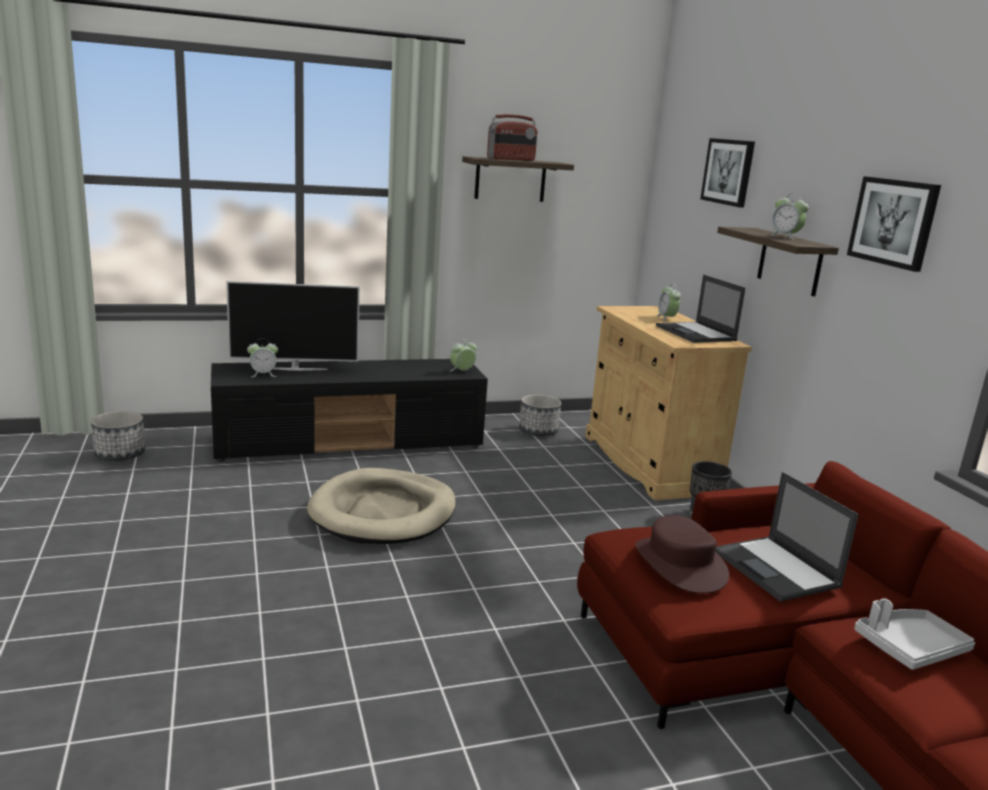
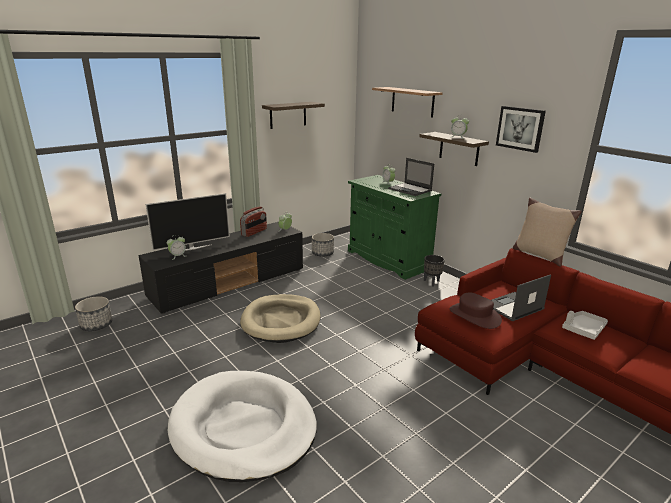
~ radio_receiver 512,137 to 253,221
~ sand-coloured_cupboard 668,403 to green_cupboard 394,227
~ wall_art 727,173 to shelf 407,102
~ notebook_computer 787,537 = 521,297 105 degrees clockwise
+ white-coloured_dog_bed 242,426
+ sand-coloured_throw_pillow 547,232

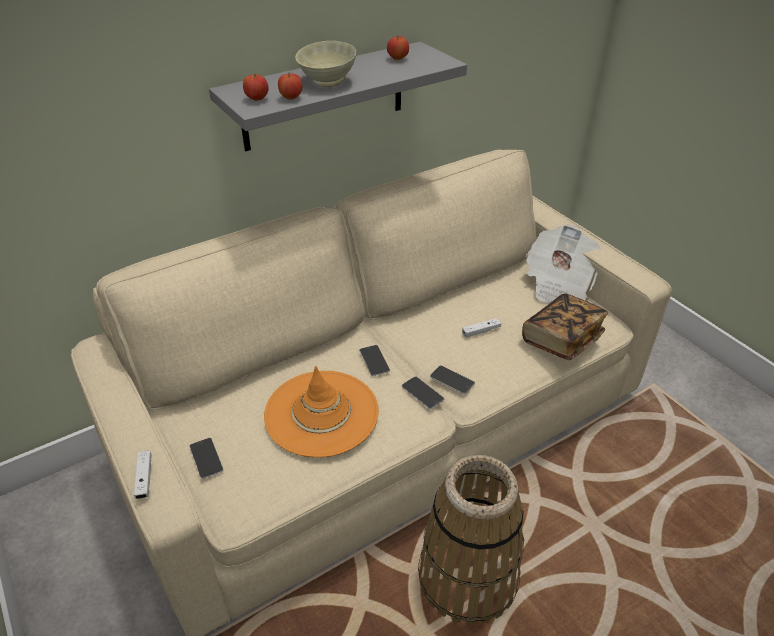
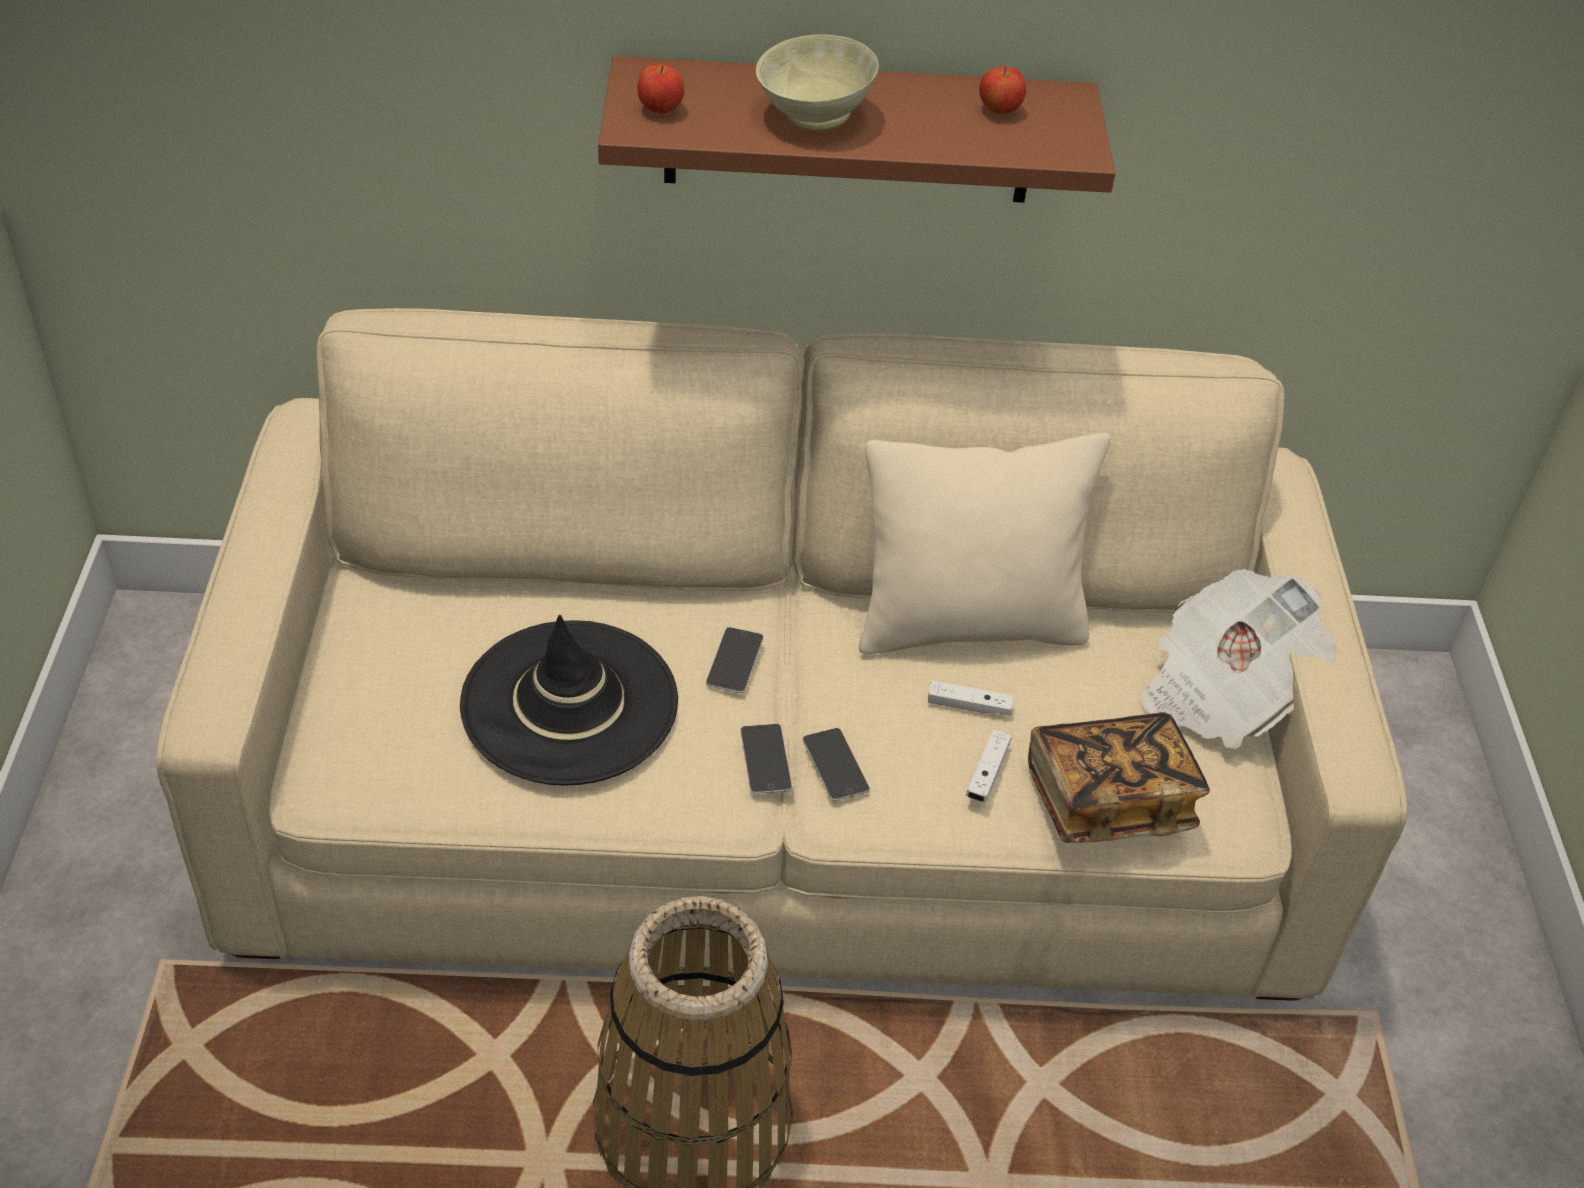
~ white-coloured_game_controller 143,475 to 989,765
- phone 206,458
~ greyish_shelf 338,96 to brown-coloured_shelf 857,129
~ orange-coloured_clothing_hat 321,411 to black-coloured_clothing_hat 569,700
- apple 290,86
+ sand-coloured_throw_pillow 985,543

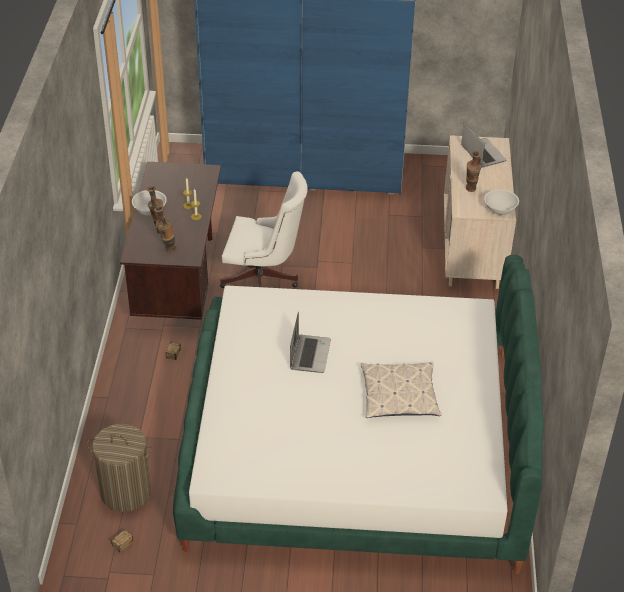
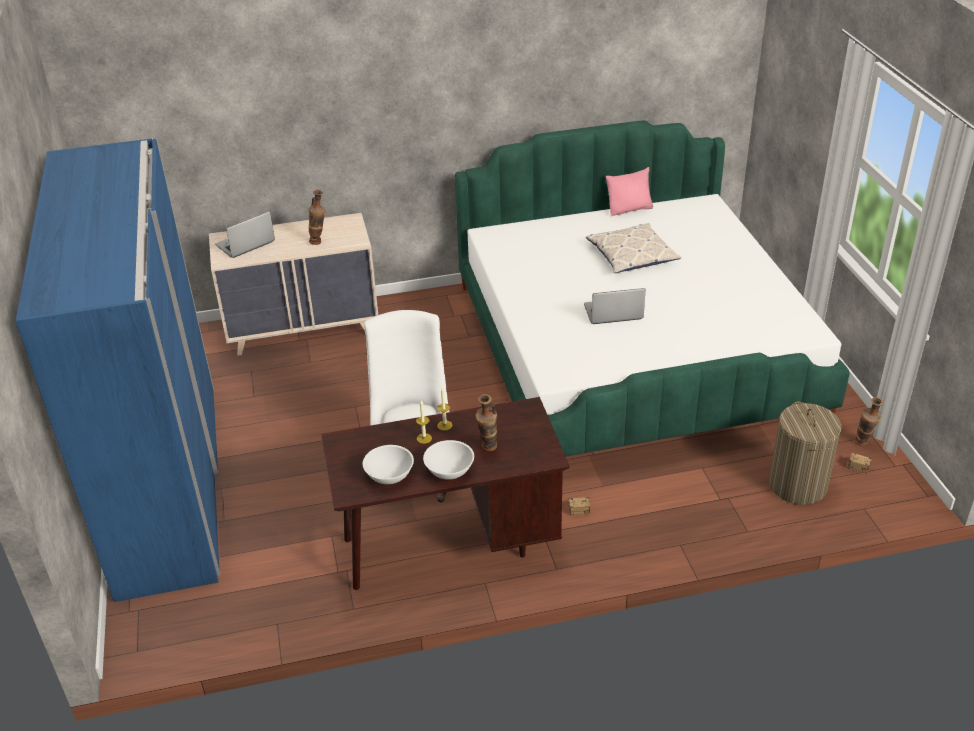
~ vase 165,229 to 868,421
~ white-coloured_bowl 501,202 to 388,464
+ pink-coloured_throw_pillow 629,191

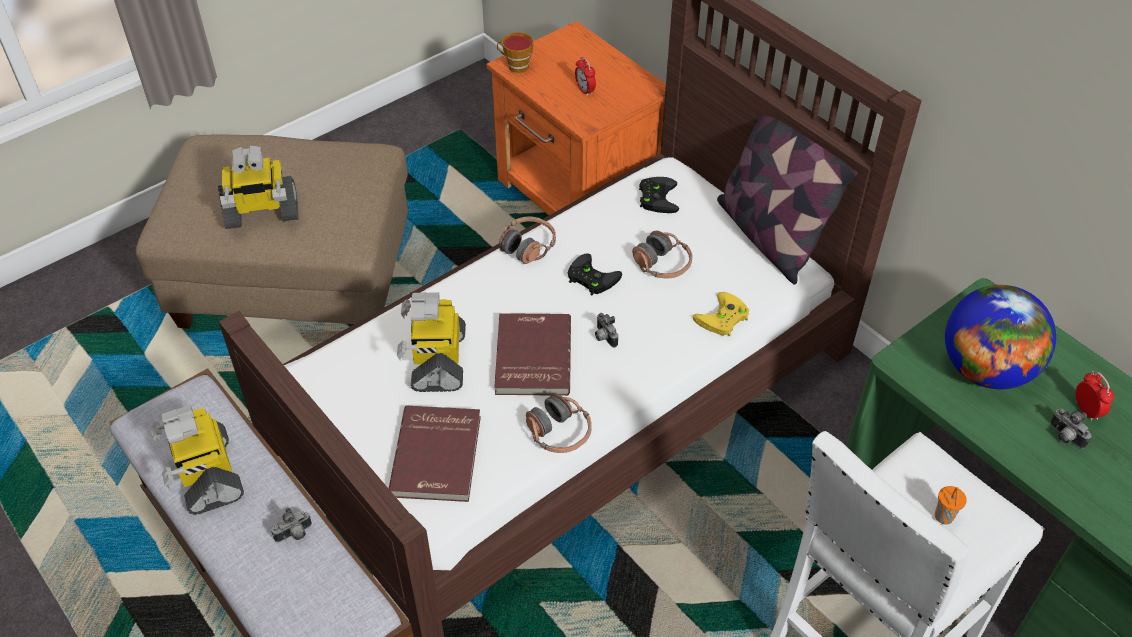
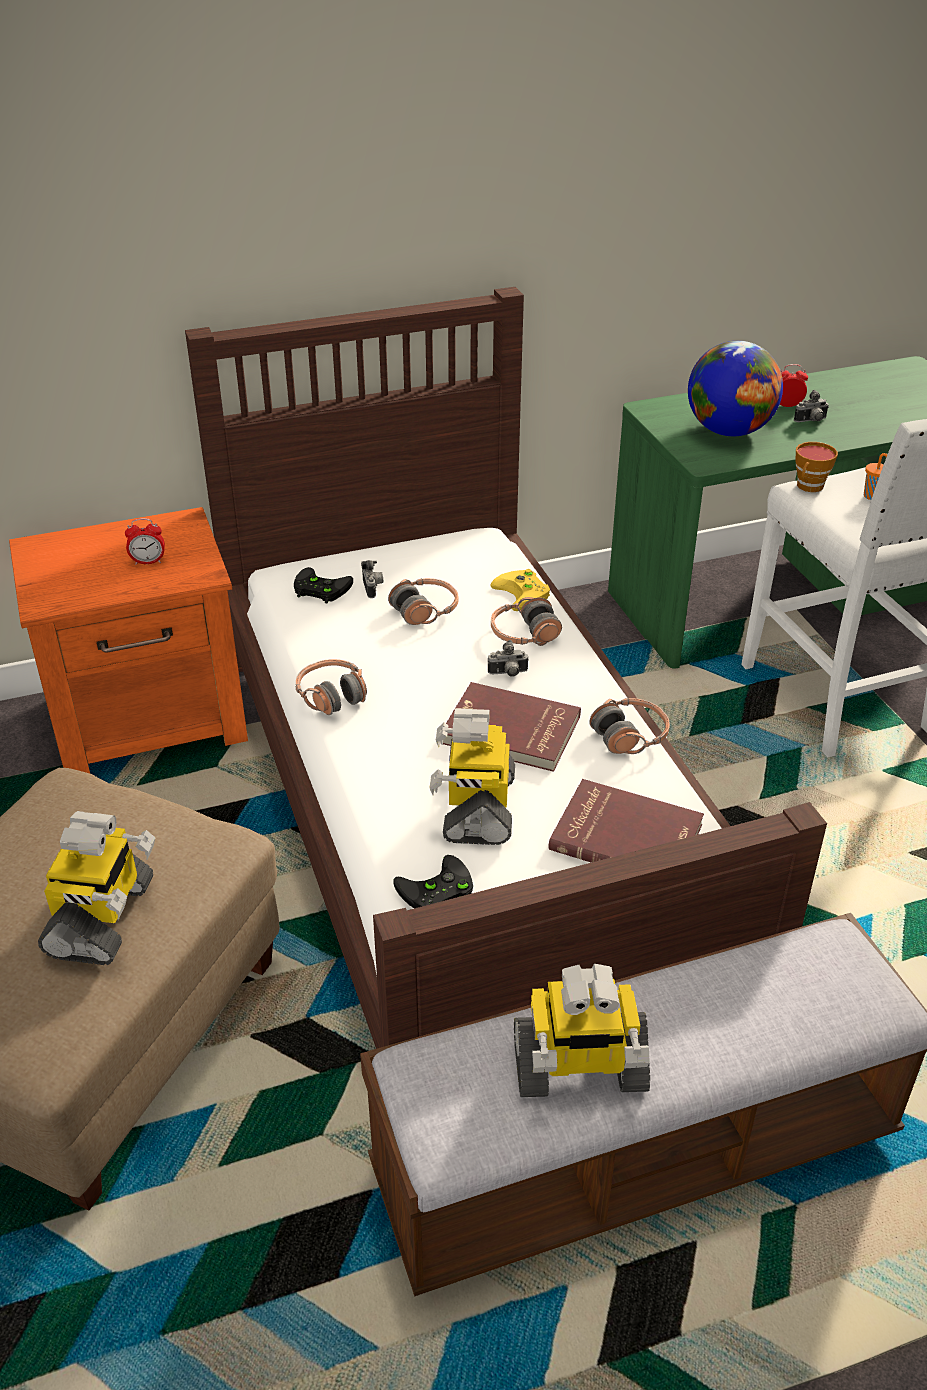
~ still_camera 291,525 to 372,579
~ model_robot 431,342 = 472,776 75 degrees clockwise
~ drinking_cup 515,52 to 817,467
~ black-coloured_game_controller 595,274 to 433,881
- throw_pillow 787,200
+ headphones 526,621

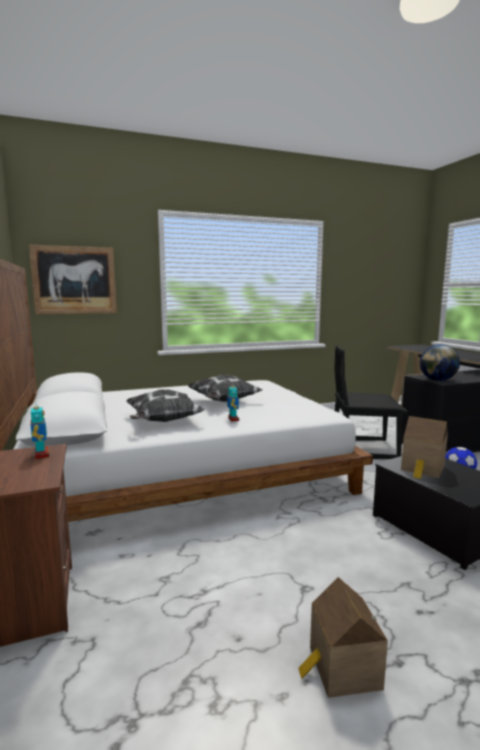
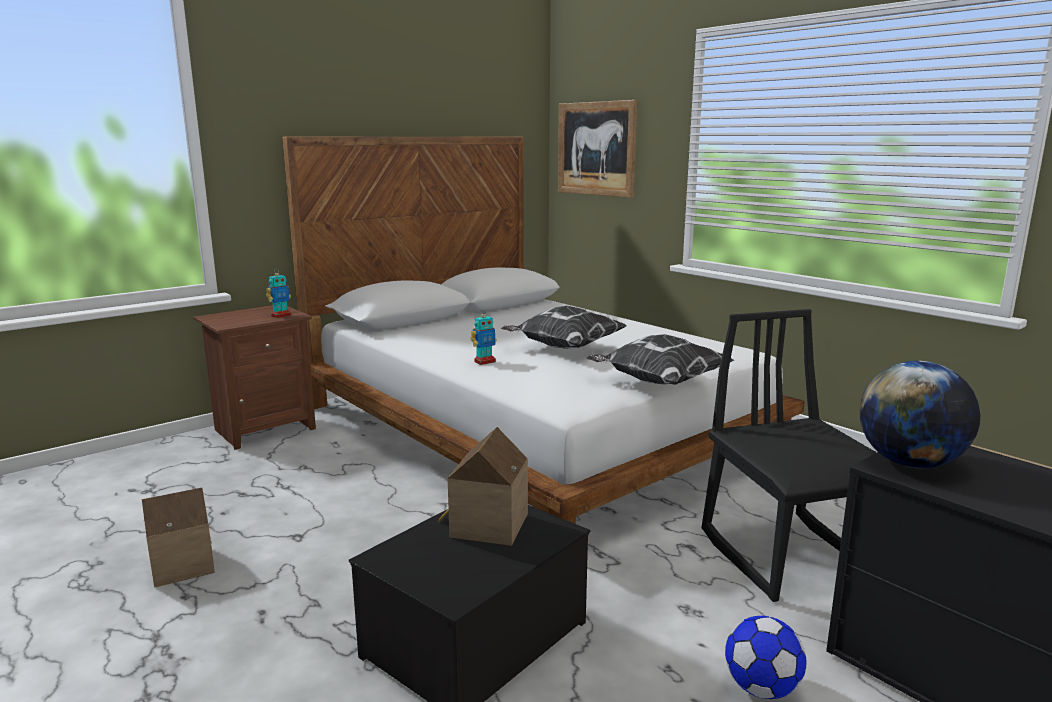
~ throw_pillow 165,405 to 660,359

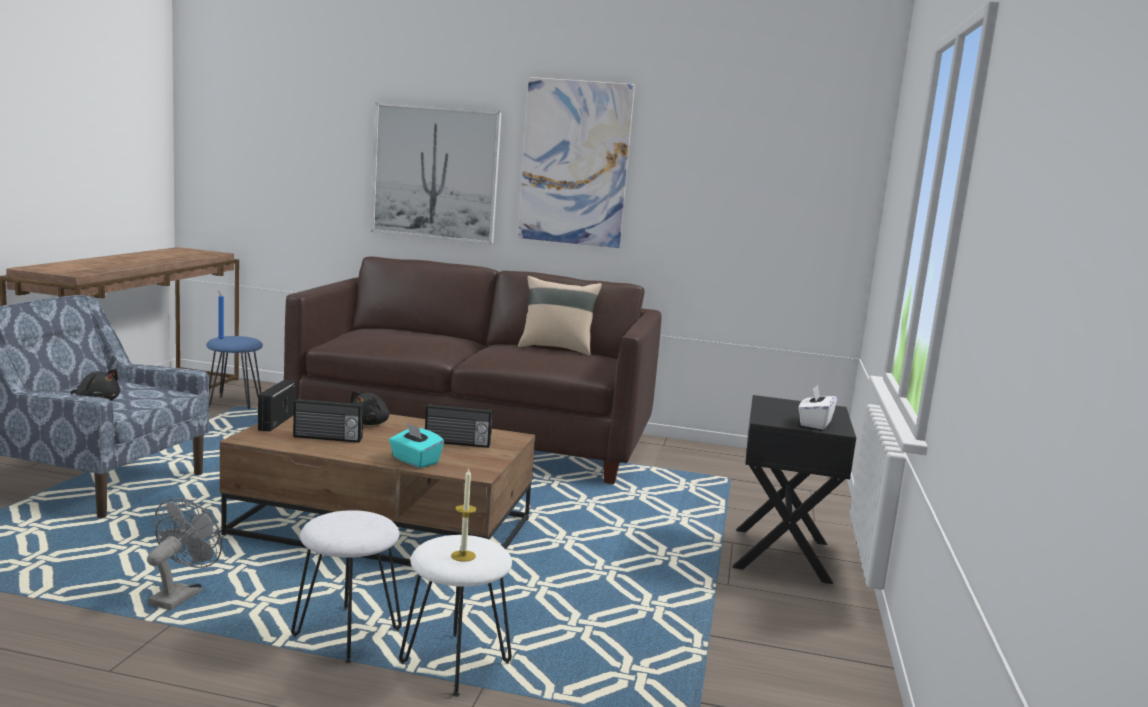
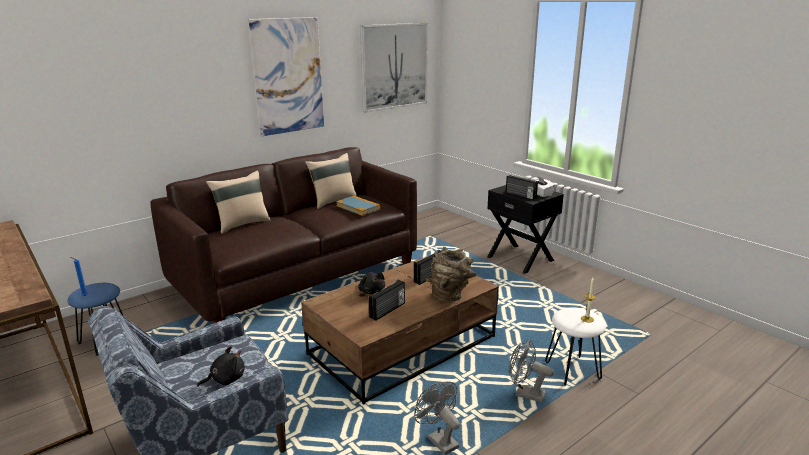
~ radio_receiver 276,405 to 522,187
~ white-coloured_sitting_stool 346,586 to greyish_electric_fan 531,370
~ wall_art 436,173 to 394,68
~ turquoise-coloured_box_of_tissues 416,445 to brown-coloured_vase 451,274
+ sand-coloured_throw_pillow 238,202
+ book 358,206

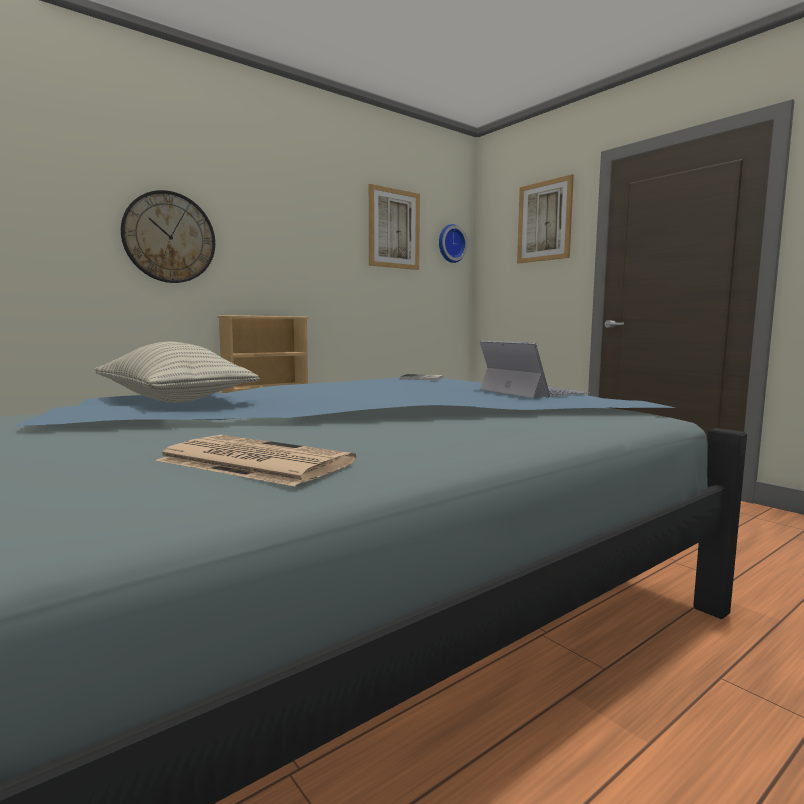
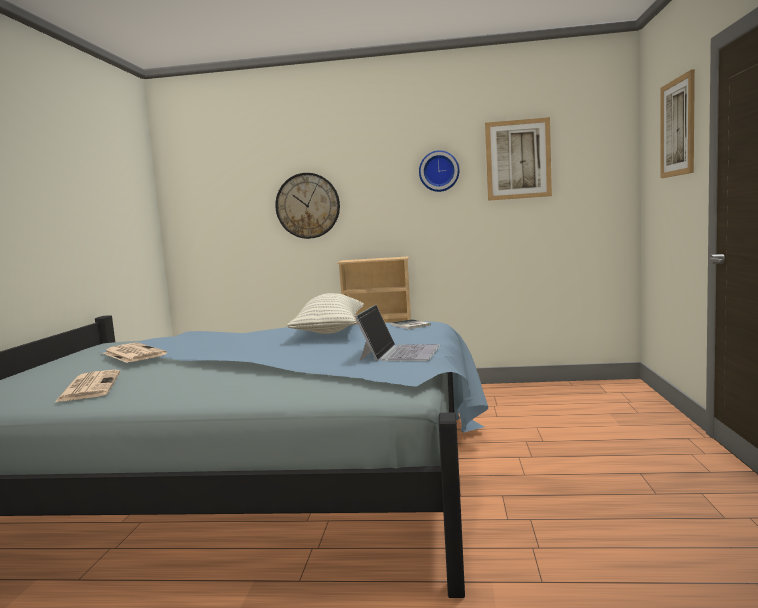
~ throw_pillow 177,372 to 325,313
~ wall_clock 453,243 to 439,171
+ newspaper 135,353

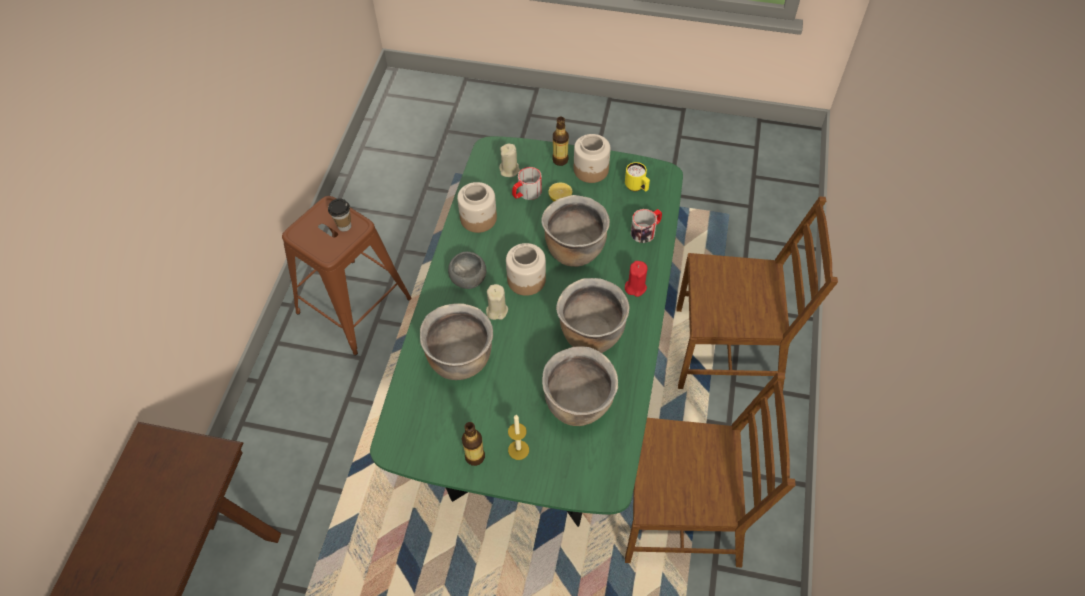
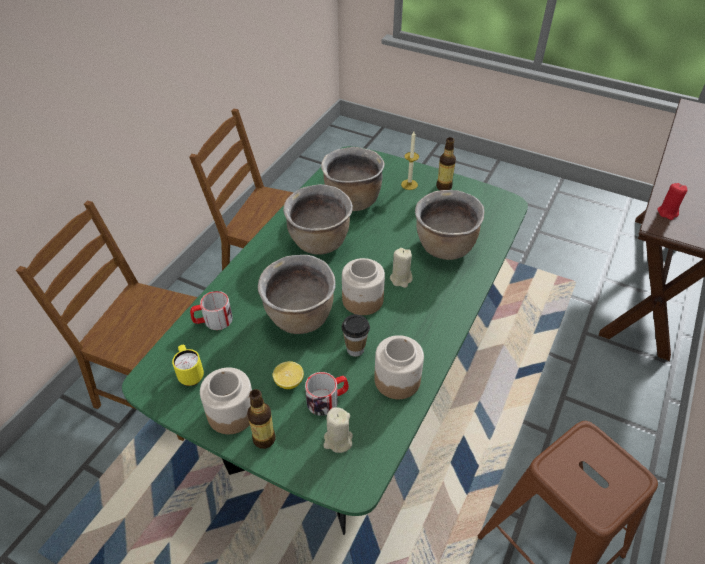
~ drinking_cup 339,215 to 356,335
- greyish_bowl 467,270
~ red-coloured_wax_candle 636,279 to 672,201

